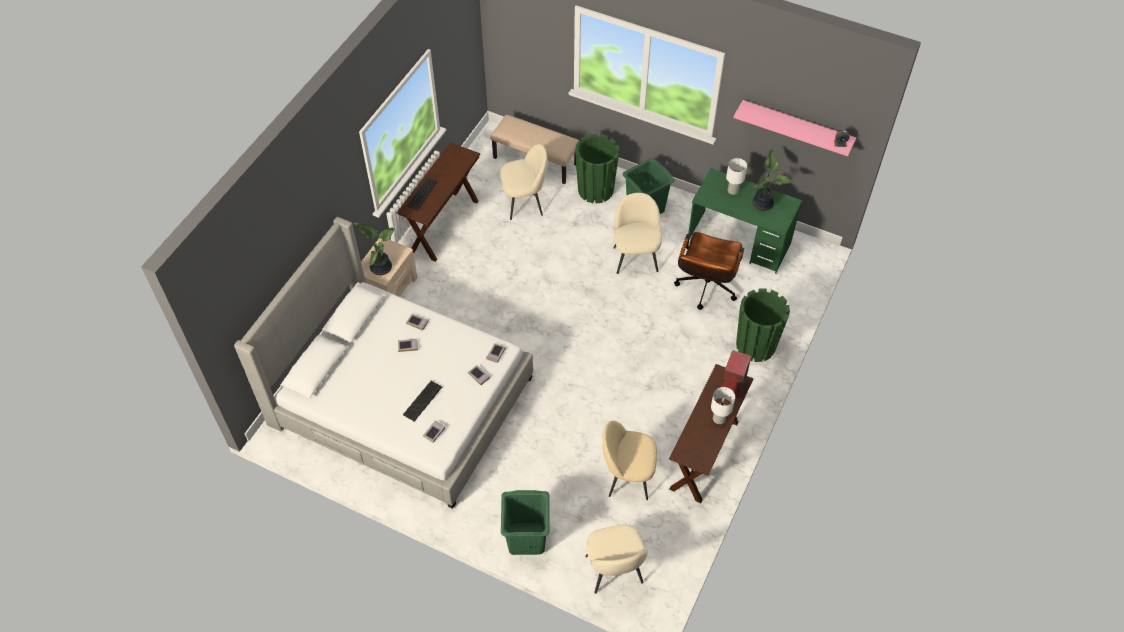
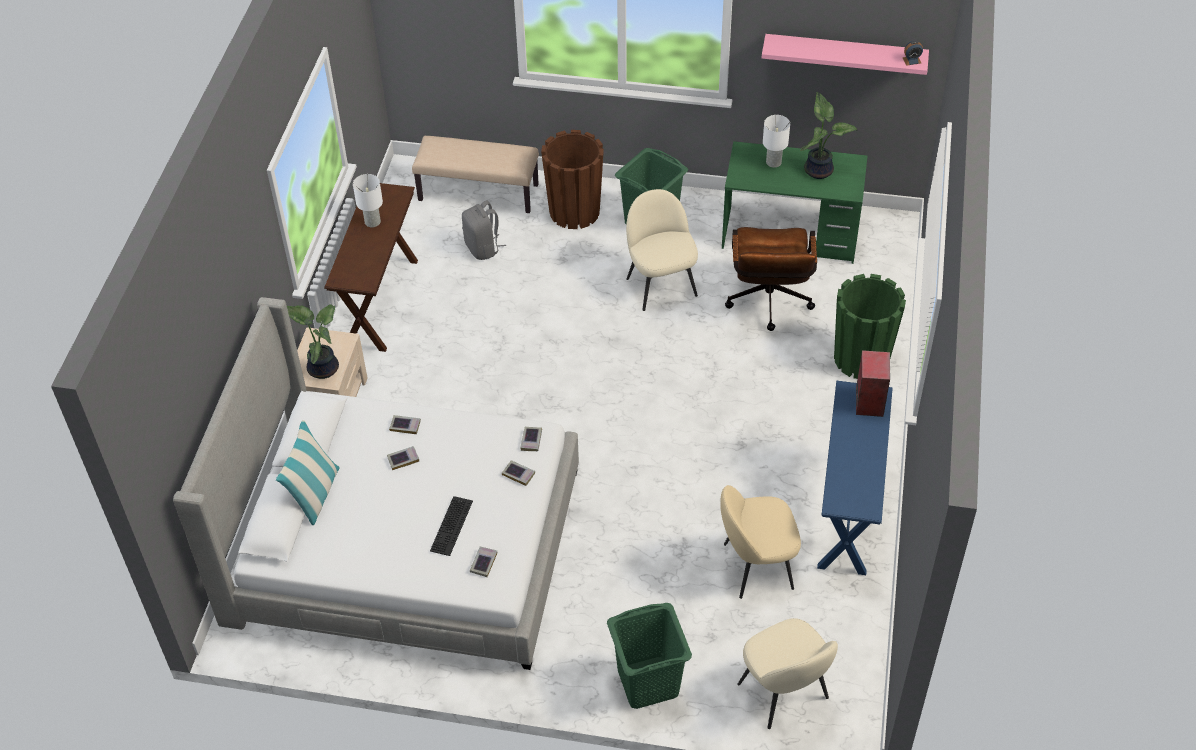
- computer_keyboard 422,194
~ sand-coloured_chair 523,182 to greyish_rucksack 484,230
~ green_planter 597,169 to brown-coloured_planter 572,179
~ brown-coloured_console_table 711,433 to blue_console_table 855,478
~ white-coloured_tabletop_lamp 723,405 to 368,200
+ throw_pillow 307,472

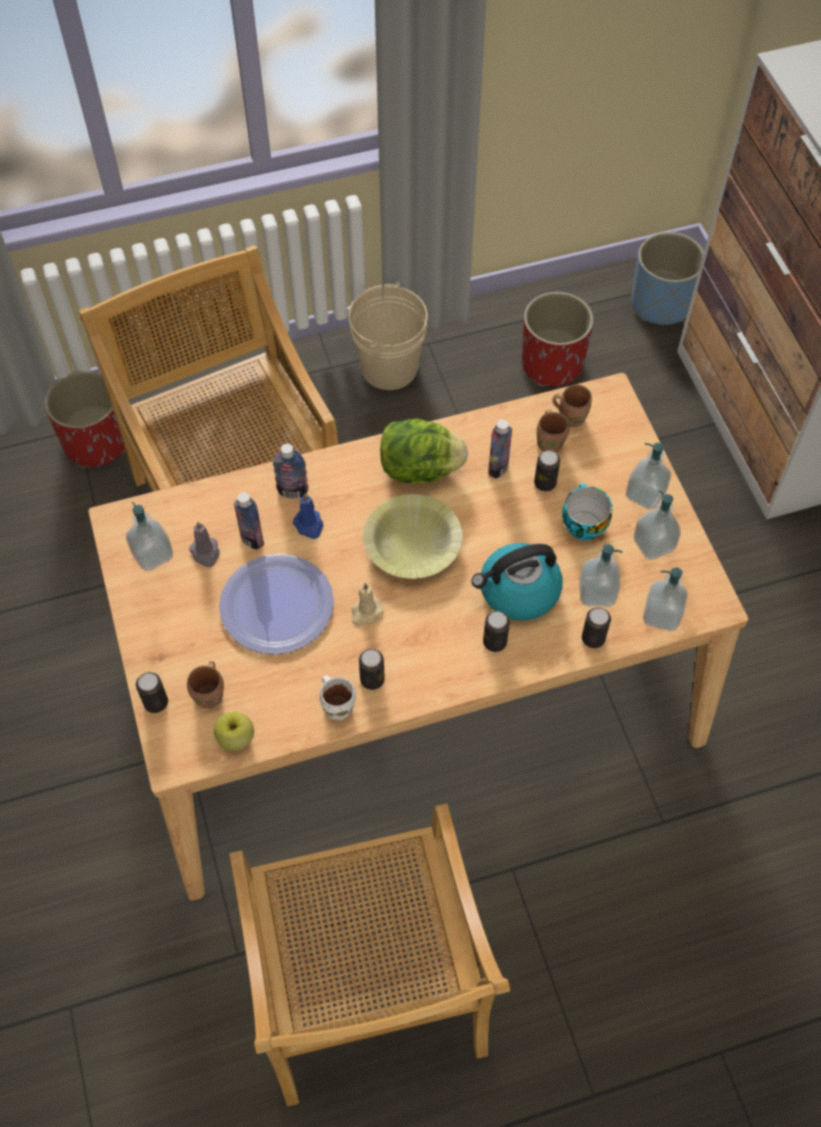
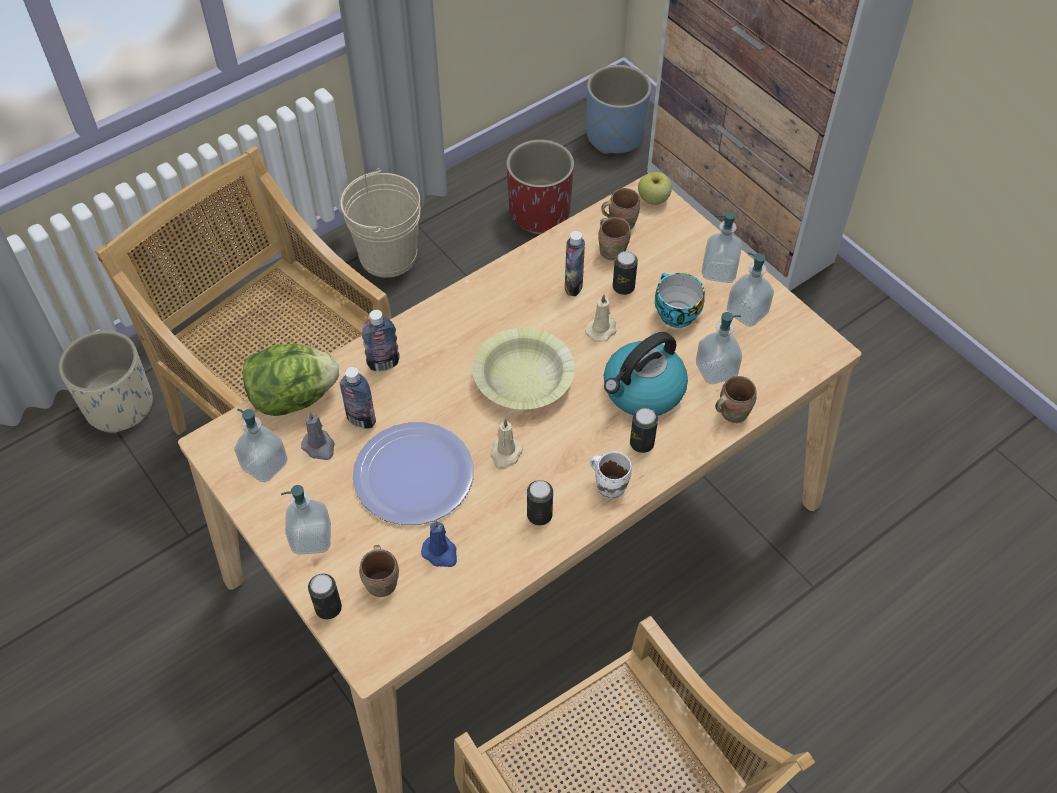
~ red-coloured_planter 85,419 to sand-coloured_planter 106,382
~ apple 234,731 to 655,188
~ blue_wax_candle 308,516 to 439,543
~ white-coloured_coffee_mug 338,698 to 611,475
~ lettuce 424,451 to 291,380
~ sealed_can 596,627 to brown-coloured_coffee_mug 736,399
~ liquid_soap_bottle 665,599 to 306,520
+ sand-coloured_wax_candle 600,318

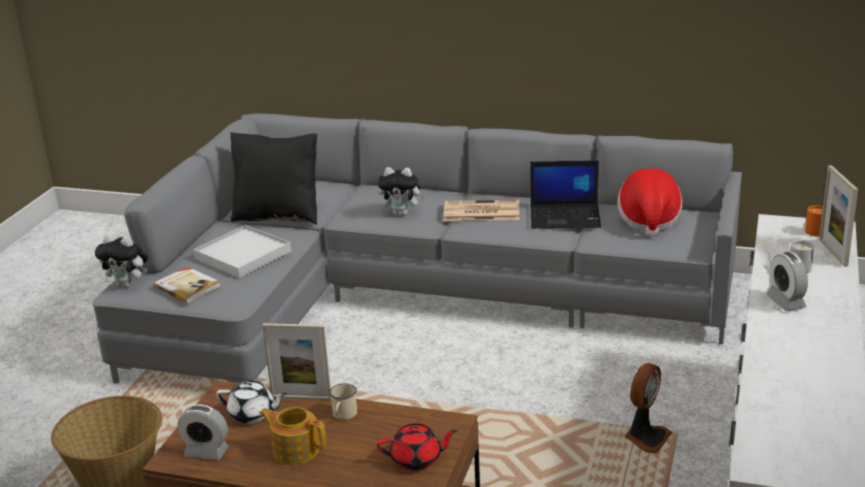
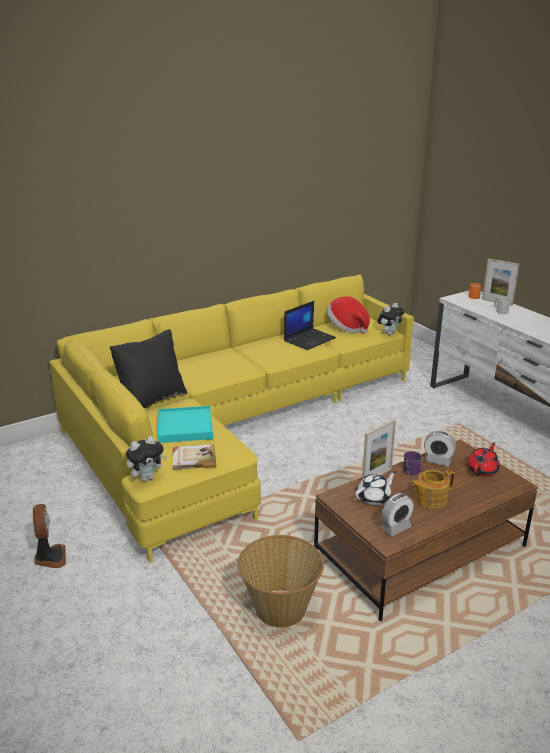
~ greyish_settee 417,248 to yellowish_settee 231,418
~ white-coloured_carrying_tray 242,251 to turquoise-coloured_carrying_tray 185,424
~ sand-coloured_coffee_mug 343,401 to purple-coloured_coffee_mug 413,463
~ cuddly_toy 401,191 to 391,319
- newspaper 481,210
~ electric_fan 648,408 to 49,536
~ bedside_clock 787,281 to 440,448

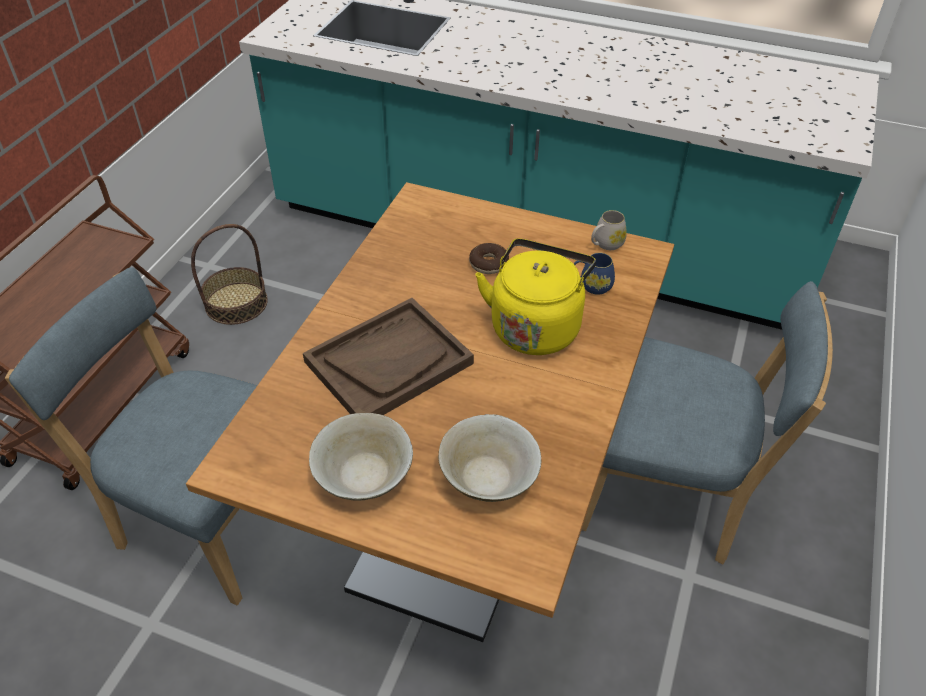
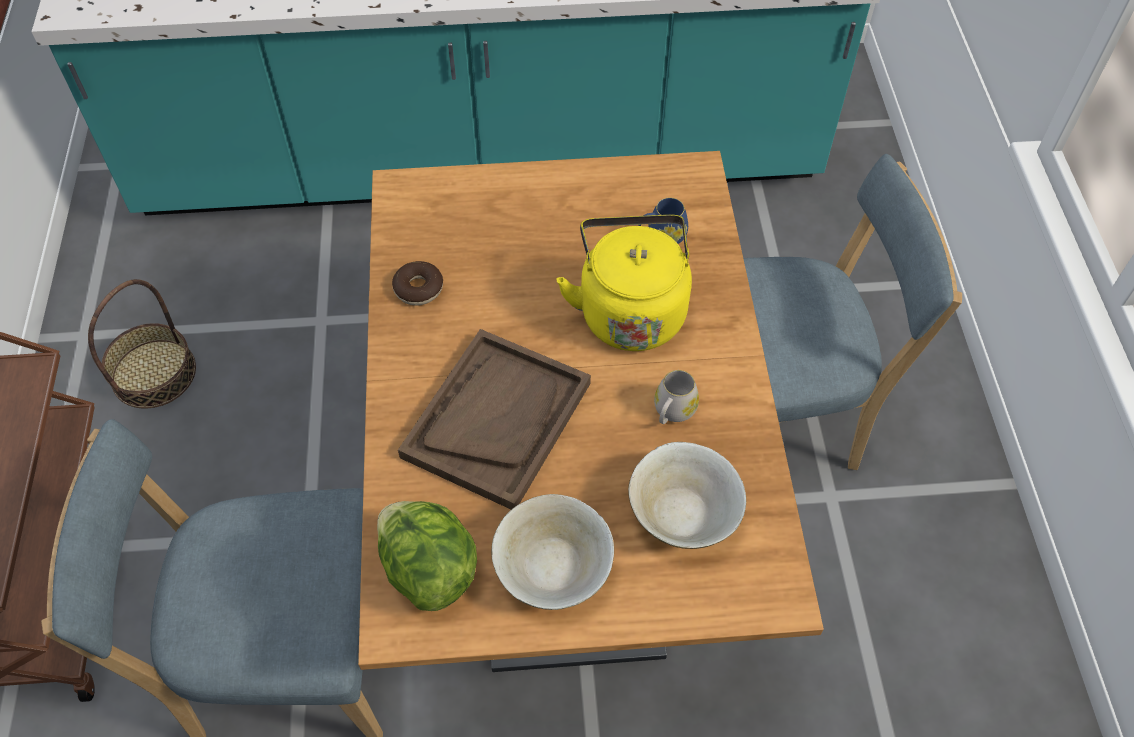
~ donut 489,258 to 417,283
~ white-coloured_coffee_mug 609,230 to 676,397
+ lettuce 427,556

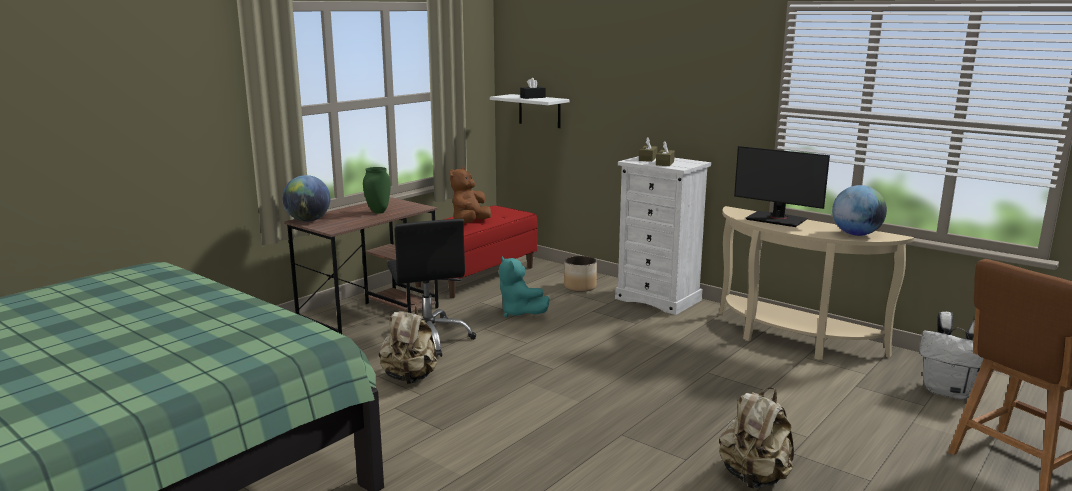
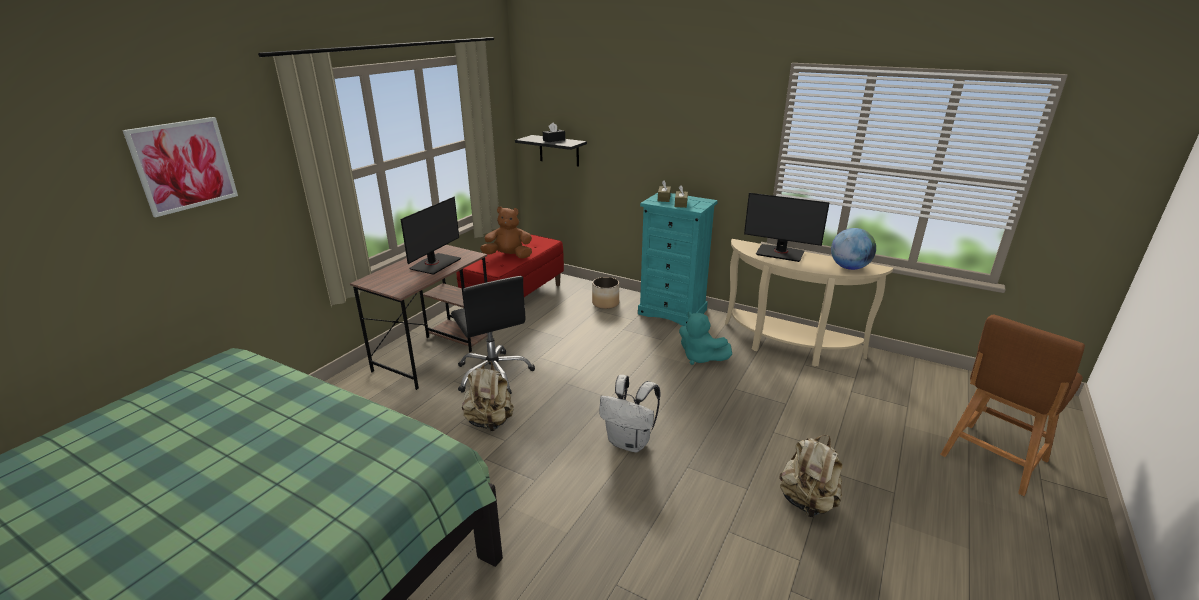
- world_globe 306,198
~ green_vase 377,190 to computer_display 431,236
~ brown-coloured_cuddly_toy 470,195 = 506,232 75 degrees clockwise
~ white-coloured_shelf 529,111 to black-coloured_shelf 551,150
~ turquoise-coloured_cuddly_toy 524,287 to 705,338
~ white-coloured_chest_of_drawers 663,235 to turquoise-coloured_chest_of_drawers 678,259
~ white-coloured_rucksack 951,356 to 629,413
+ wall_art 180,167

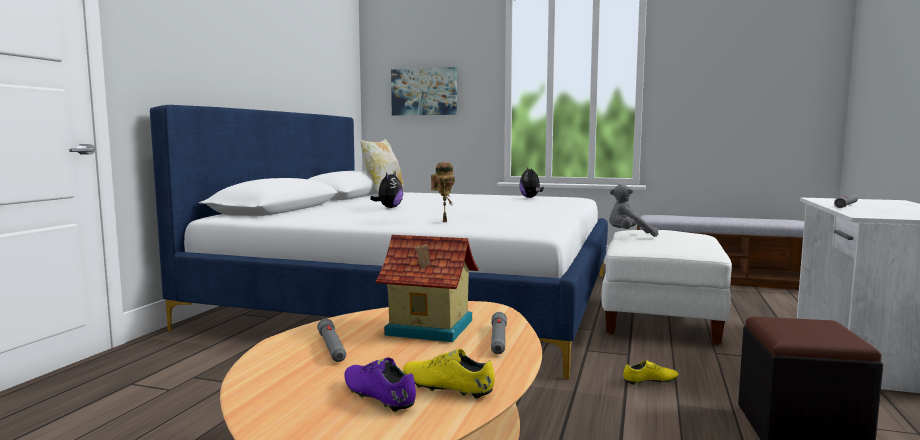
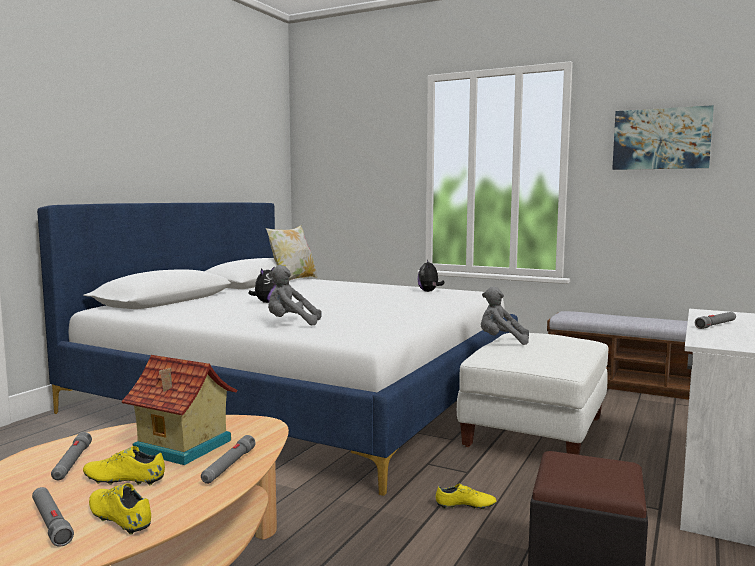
~ purple-coloured_item_of_footwear 380,384 to greyish_torch 53,517
~ wall_art 424,91 to 663,137
~ model_robot 443,192 to greyish_cuddly_toy 295,295
+ yellowish_item_of_footwear 124,465

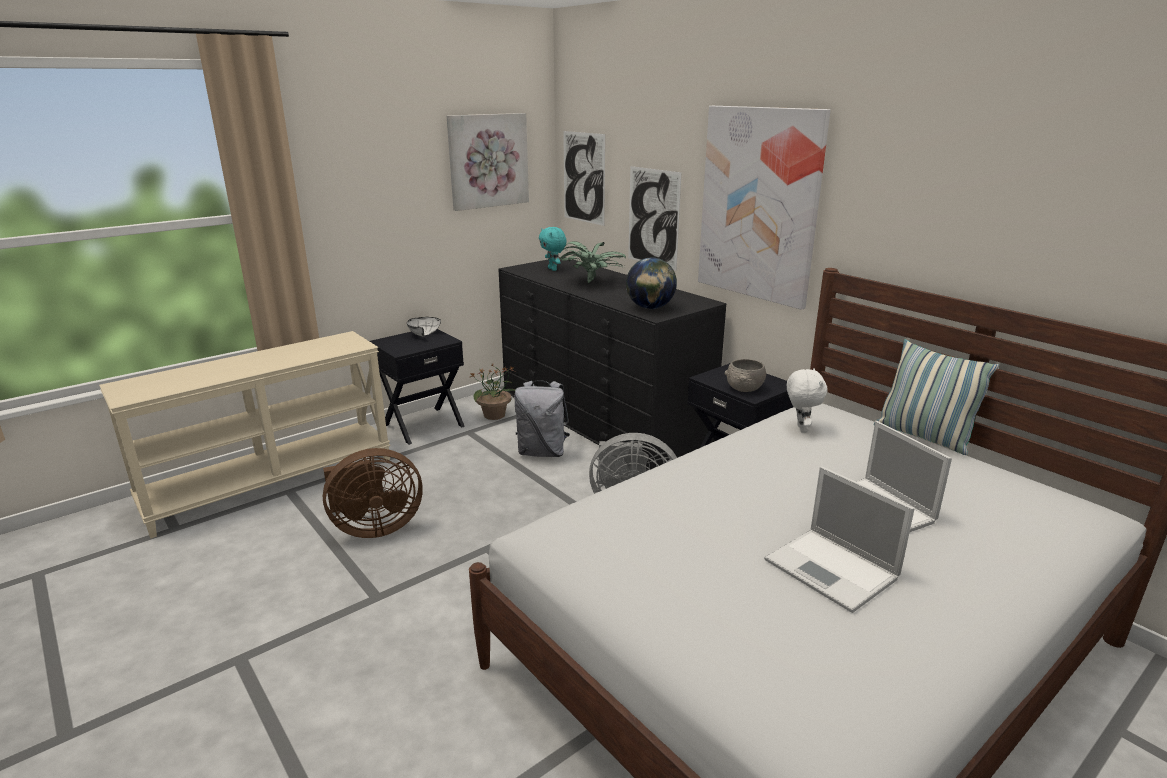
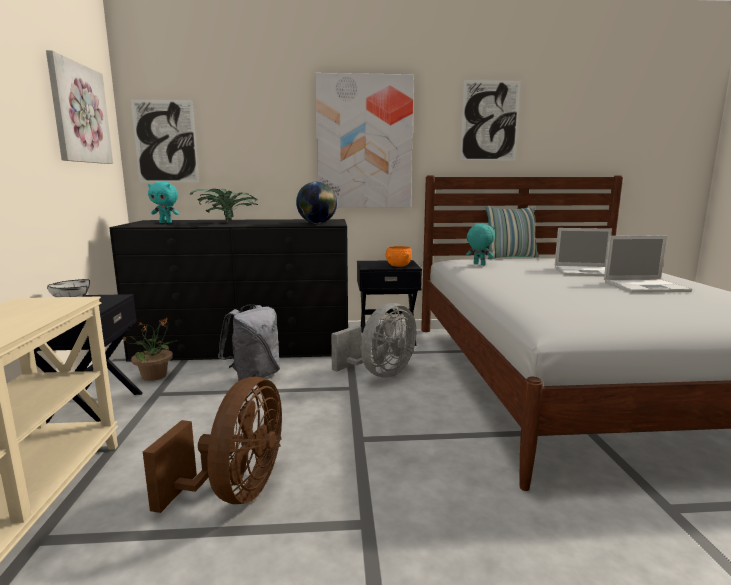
~ wall_art 655,218 to 490,120
~ greyish_bowl 745,375 to orange-coloured_bowl 399,256
~ white-coloured_cuddly_toy 807,400 to turquoise-coloured_cuddly_toy 480,244

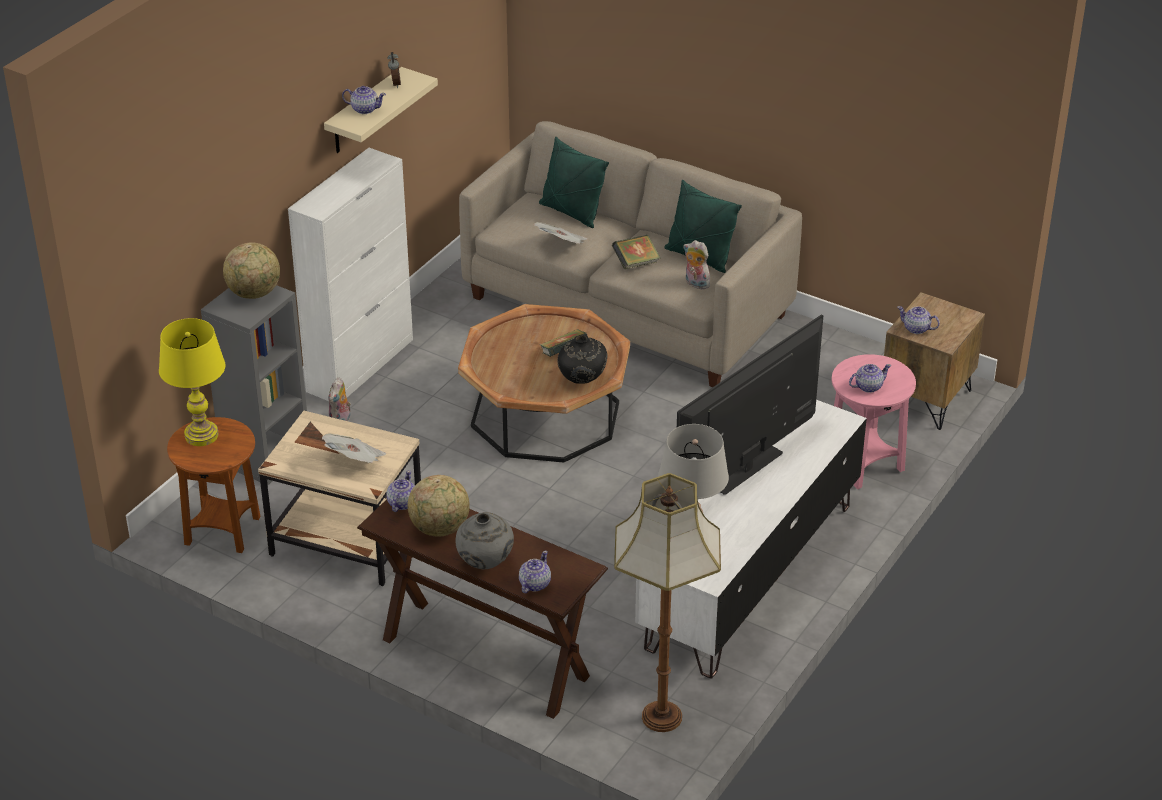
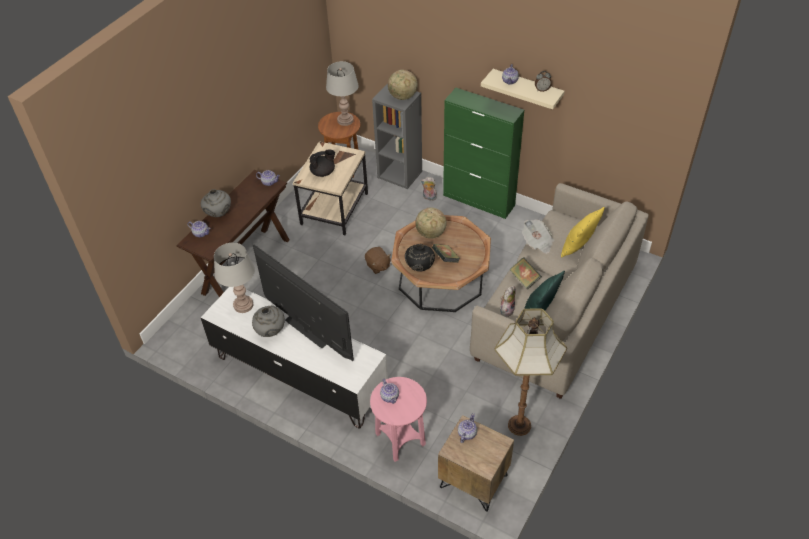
~ yellowish_tabletop_lamp 192,382 to greyish_tabletop_lamp 342,93
~ white-coloured_cupboard 350,274 to green_cupboard 483,153
~ newspaper 354,448 to black-coloured_teapot 322,163
~ world_globe 439,506 to 431,223
~ green_throw_pillow 574,182 to yellowish_throw_pillow 583,232
~ standard_lamp 667,602 to 531,372
+ greyish_vase 268,321
+ brown-coloured_cuddly_toy 378,260

